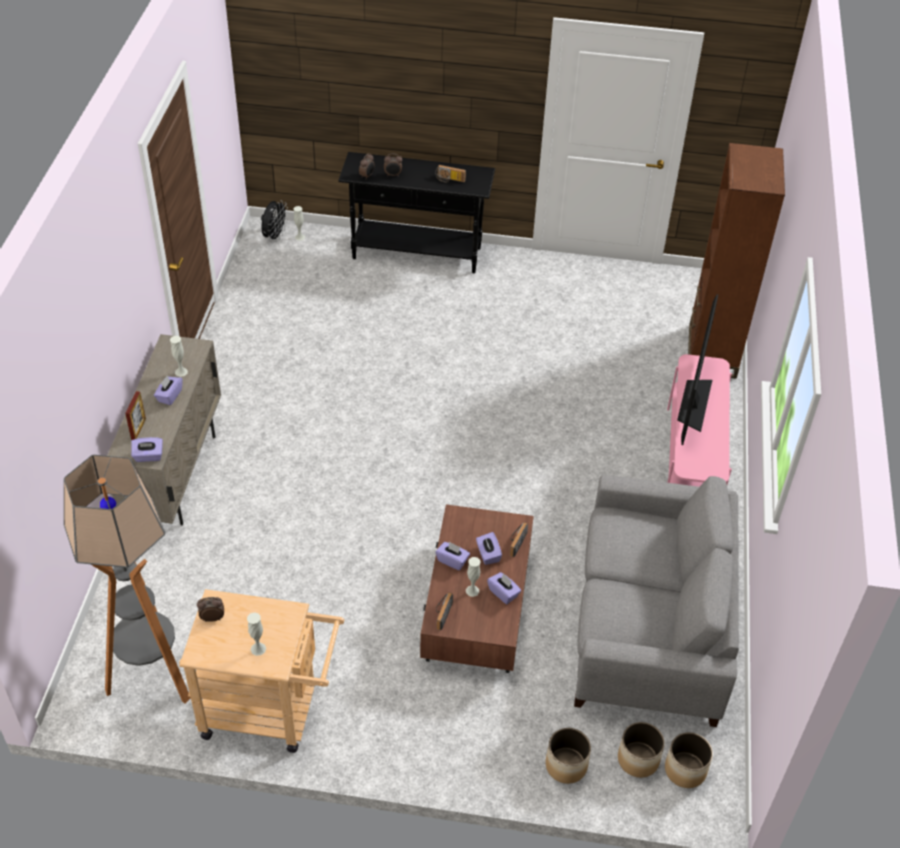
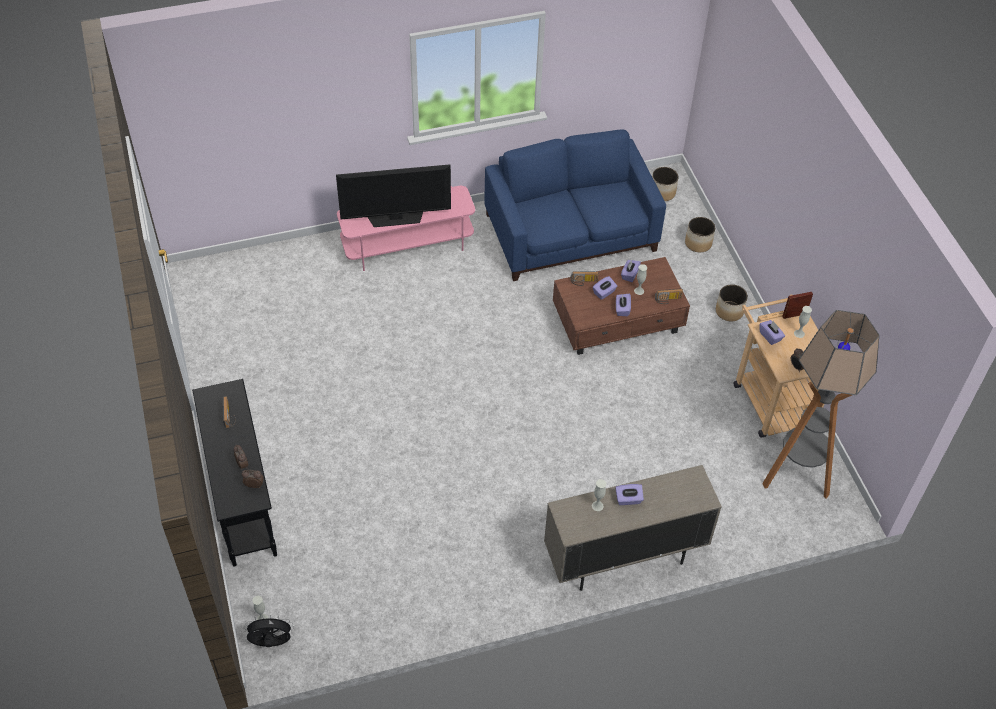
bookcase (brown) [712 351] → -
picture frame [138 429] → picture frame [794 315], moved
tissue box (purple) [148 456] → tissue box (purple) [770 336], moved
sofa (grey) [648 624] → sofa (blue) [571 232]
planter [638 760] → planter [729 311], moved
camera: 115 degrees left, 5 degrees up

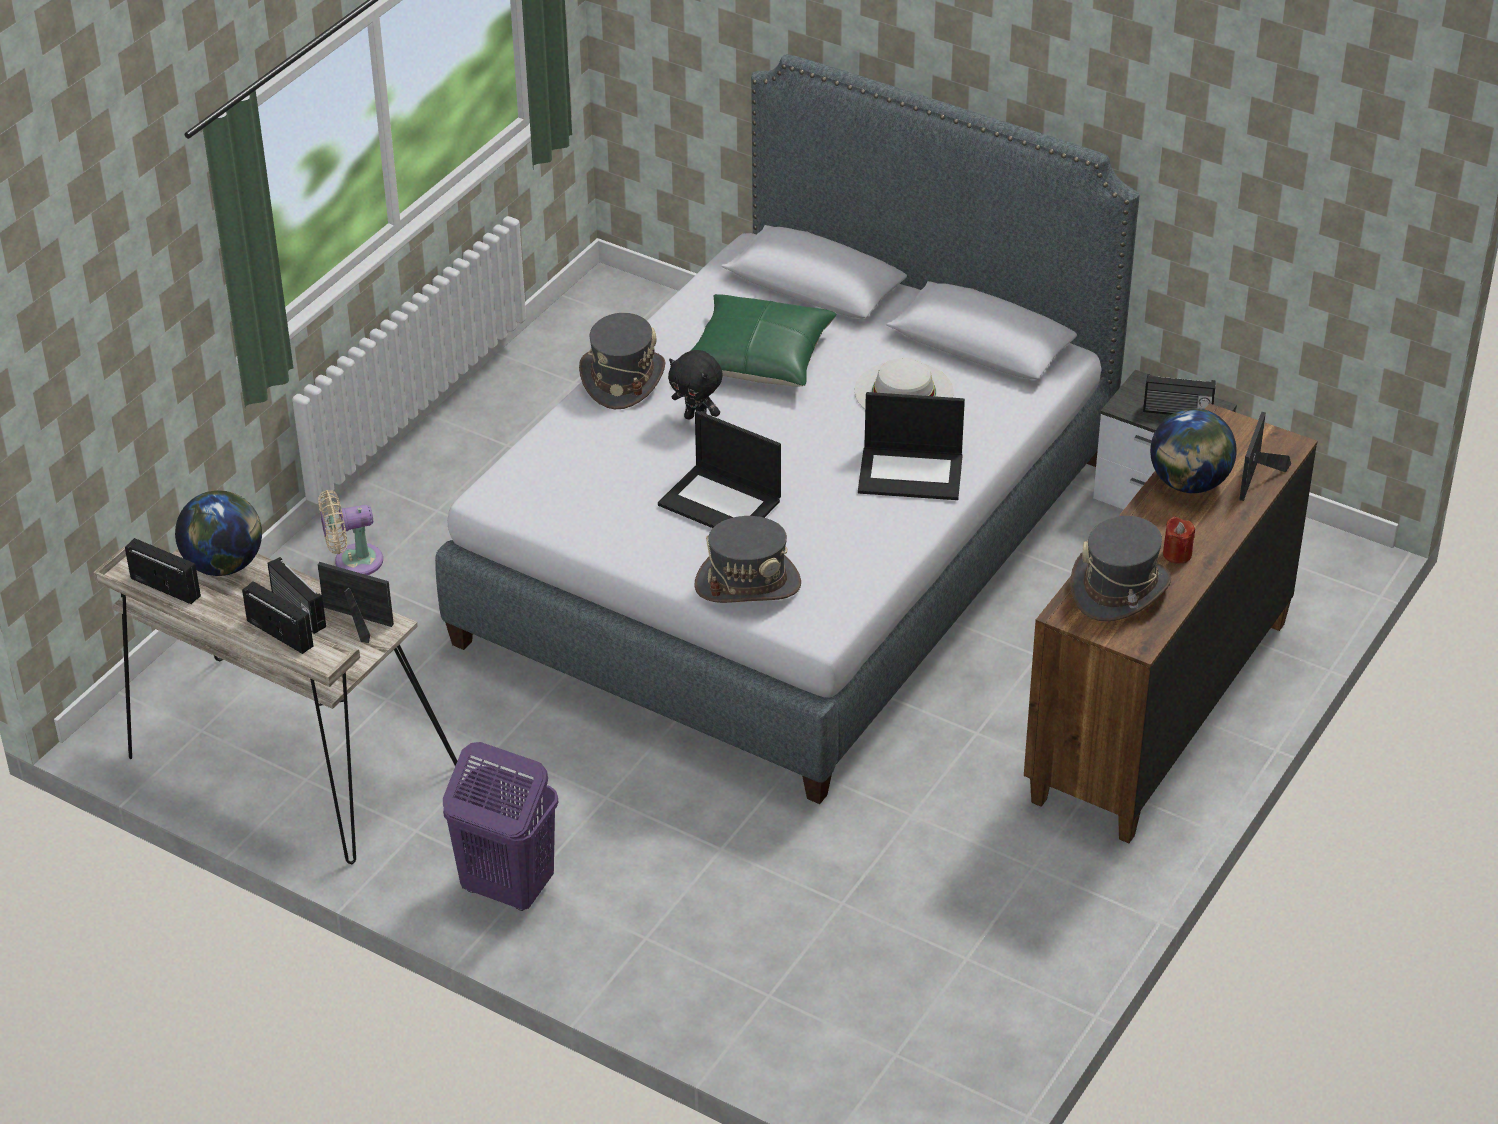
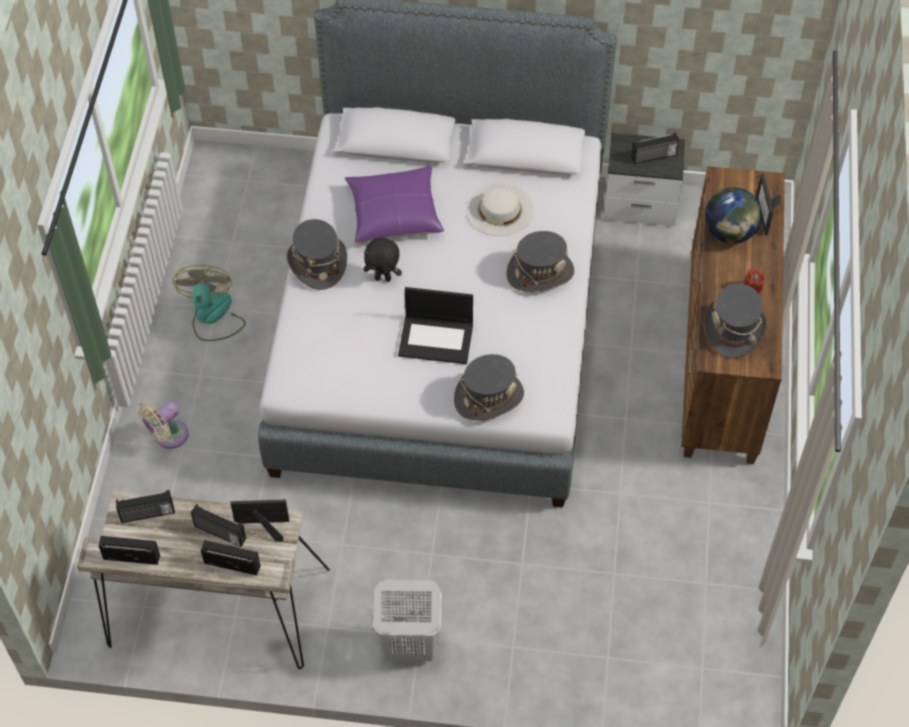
pillow (green) [759 357] → pillow (purple) [394 214]
laptop [912 473] → hat (grey) [540 272]
globe [224 565] → radio [147 514]
laundry basket (purple) [506 888] → laundry basket (white) [408 646]
- → fan [212 316]
camera: 25 degrees left, 15 degrees up

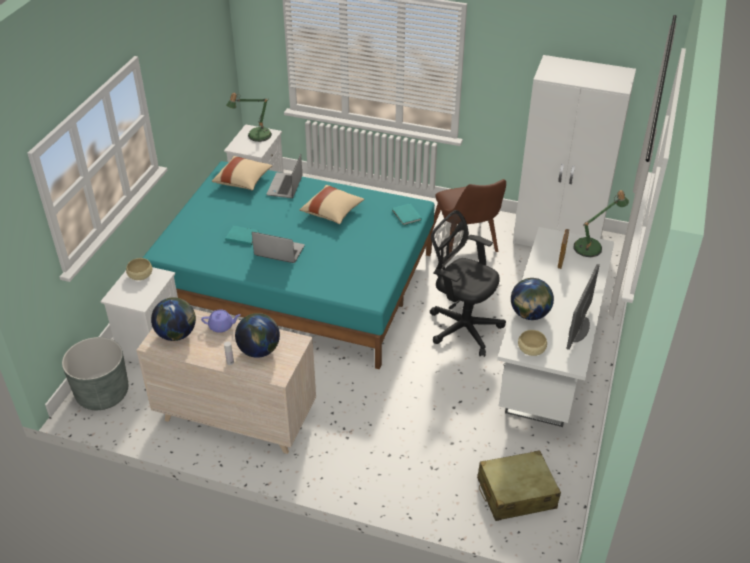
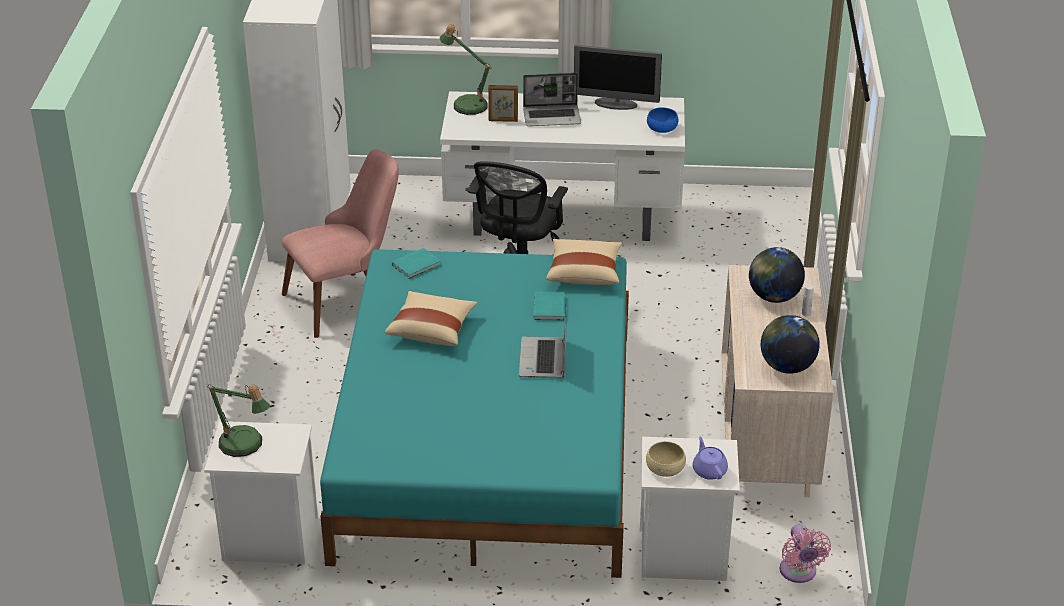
laptop [285 186] → laptop [552 116], moved
pillow (beige) [243 181] → pillow (beige) [584 273], moved
chair (brown) [467 245] → chair (pink) [347 299]
book (turquoise) [241 236] → book (turquoise) [548 308], moved
globe [529 314] → -
teapot (purple) [221 326] → teapot (purple) [709 470], moved
bowl (beige) [531 349] → bowl (blue) [662 128]
planter (grey) [102 393] → fan (pink) [799 573]
suitcase (beige) [516 493] → -
camera: 105 degrees left, 5 degrees down

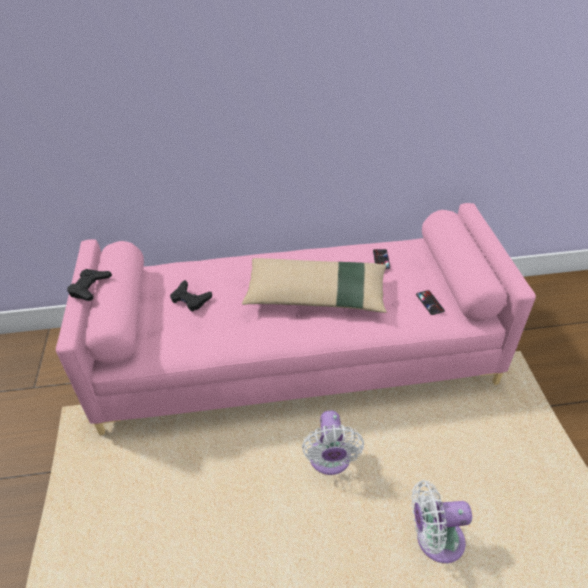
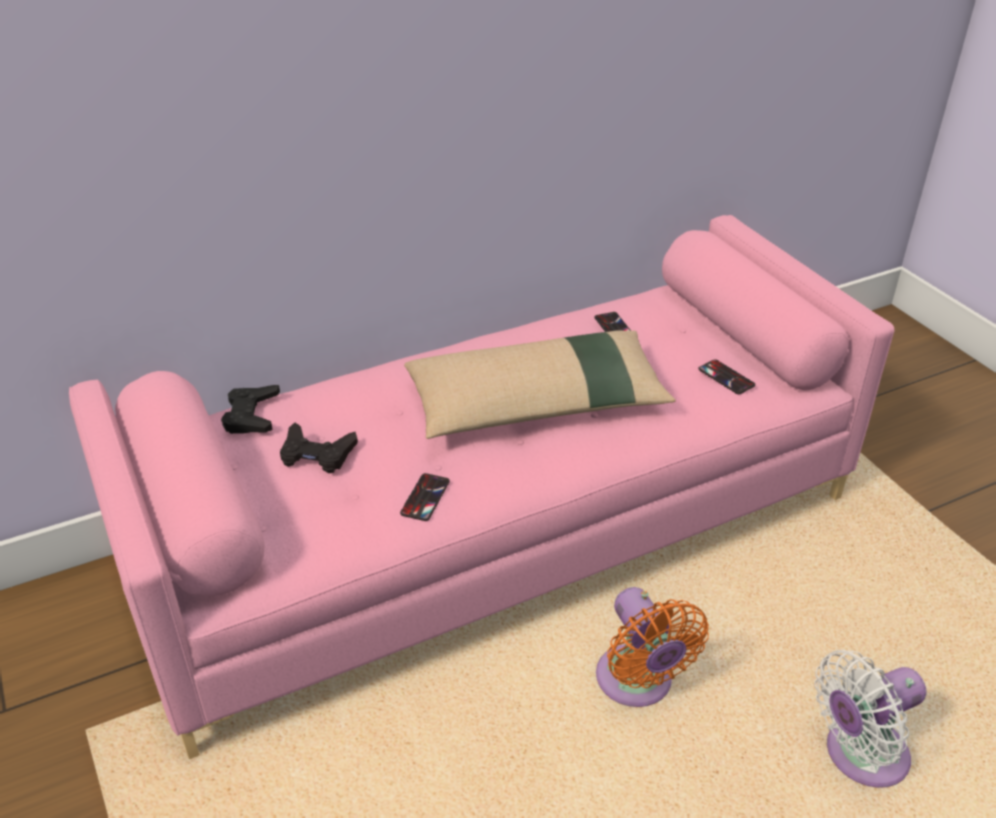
game controller (black) [89 287] → game controller (black) [251 415], moved
fan (white) [330 461] → fan (orange) [637 684]
- → phone [425 497]
camera: 20 degrees left, 5 degrees down

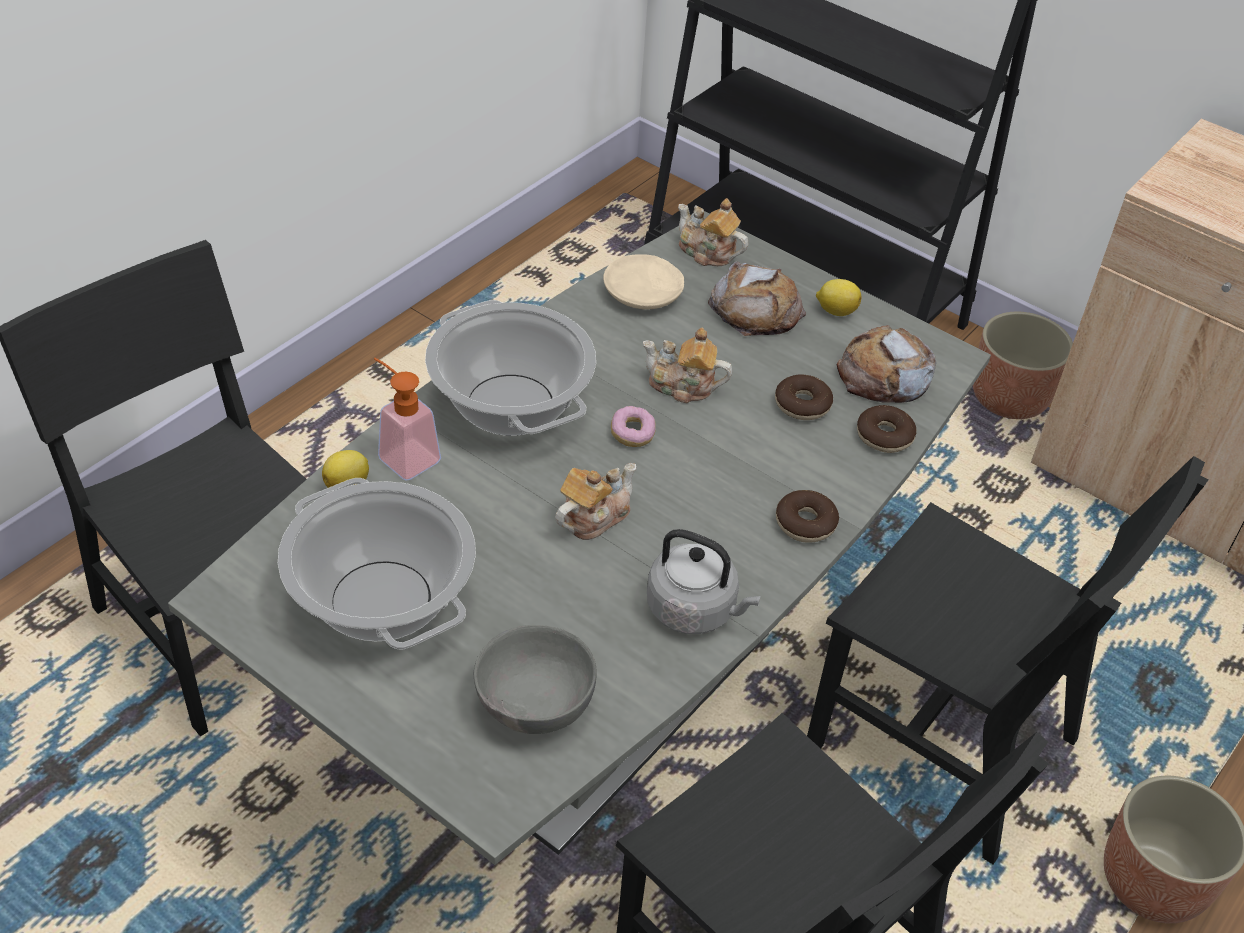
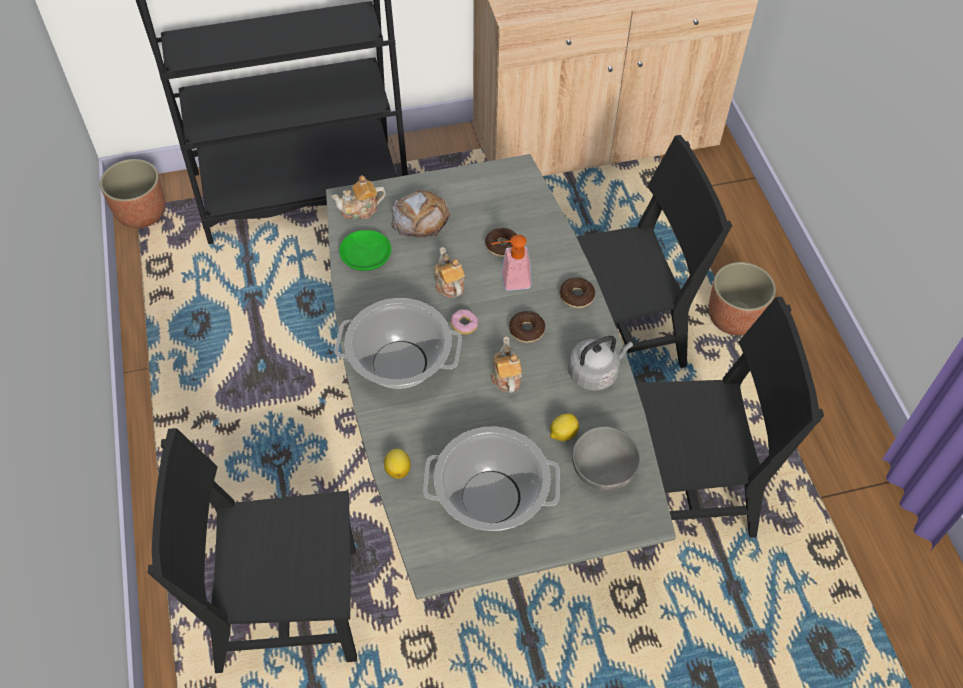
plate (beige) [643 293] → plate (green) [366 256]
lemon [835 311] → lemon [562 434], moved
planter [1009 398] → planter [141 213], moved
bread [884 375] → -
teapot [682 386] → teapot [449 284], 105 degrees clockwise
soap dispenser [403 455] → soap dispenser [510 281], moved
donut [884 436] → donut [526 330], moved
camera: 50 degrees left, 10 degrees up

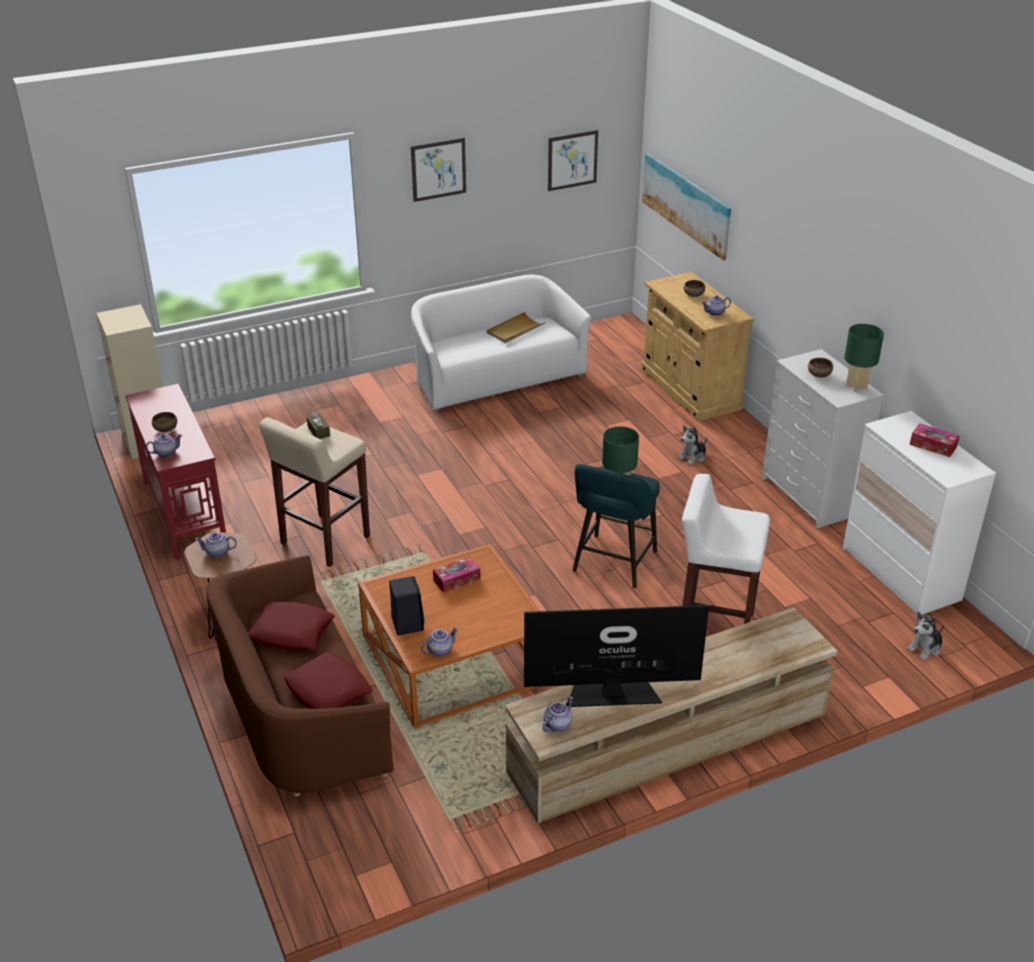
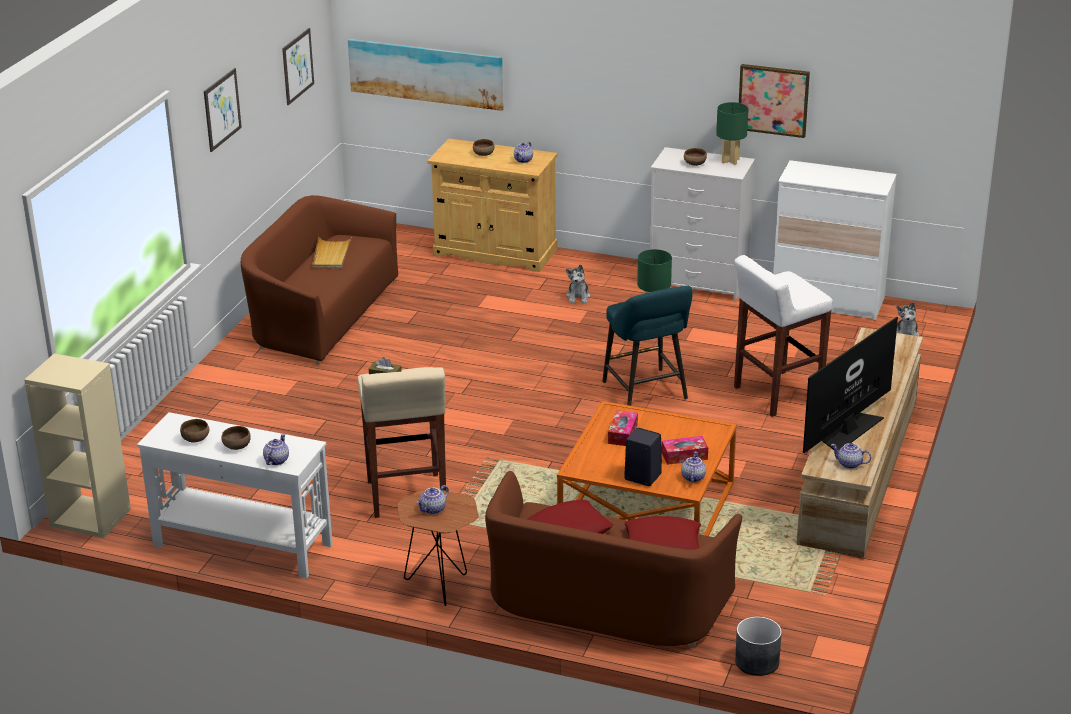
sofa (white) [495 377] → sofa (brown) [321 315]
console table (red) [185 511] → console table (white) [242 544]
tissue box [933 446] → tissue box [684 456], moved
teapot [557 724] → teapot [849 464], 60 degrees counterclockwise
- → picture [773 100]
- → bowl (brown) [196 439]
- → planter (grey) [756 662]
camera: 45 degrees left, 5 degrees down

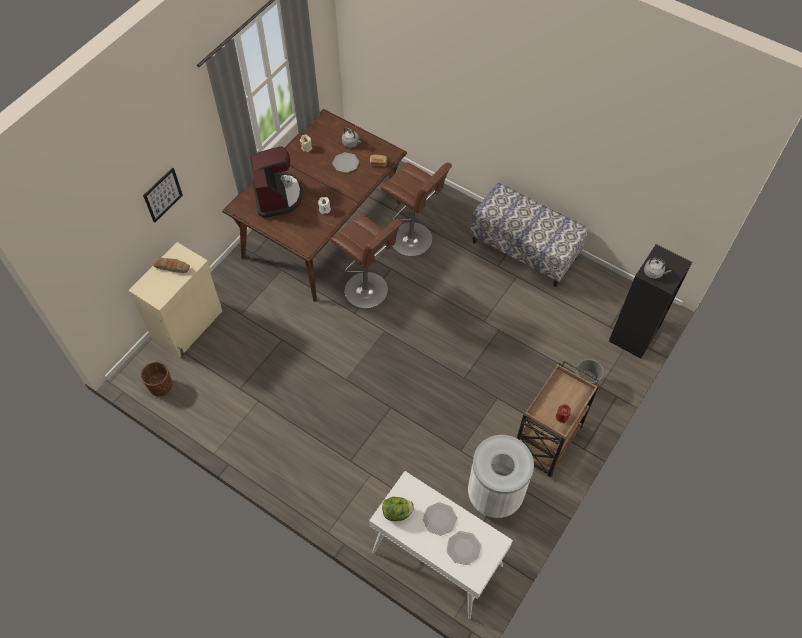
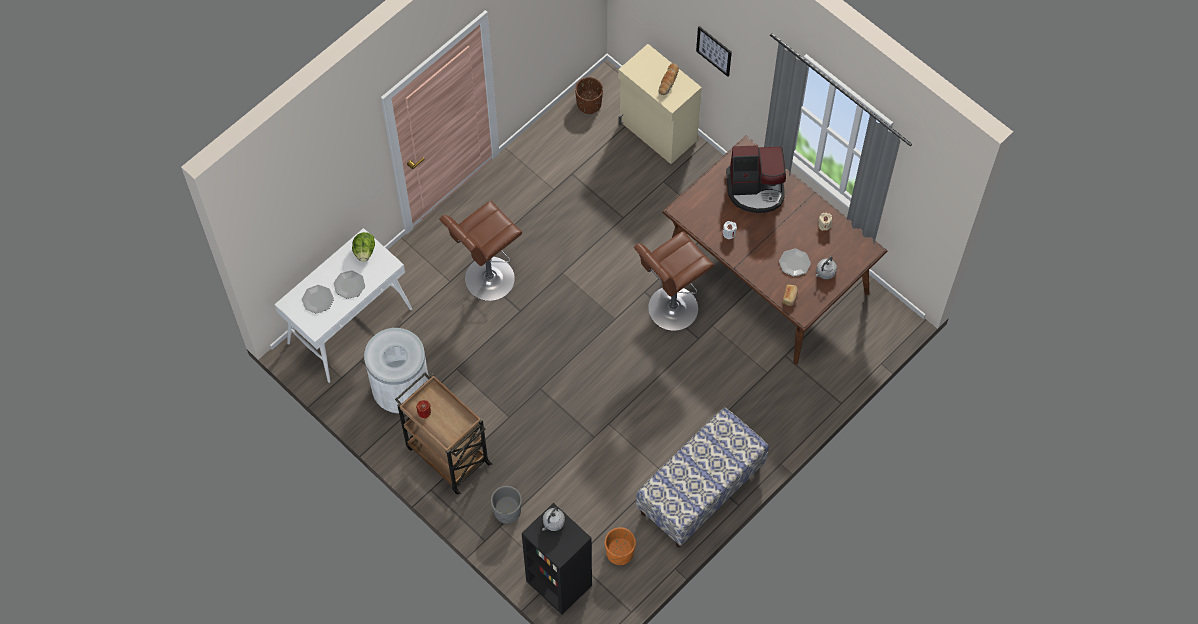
stool (brown) [414 240] → stool (brown) [486 281], moved
- → planter (orange) [620 553]
camera: 100 degrees right, 5 degrees up

